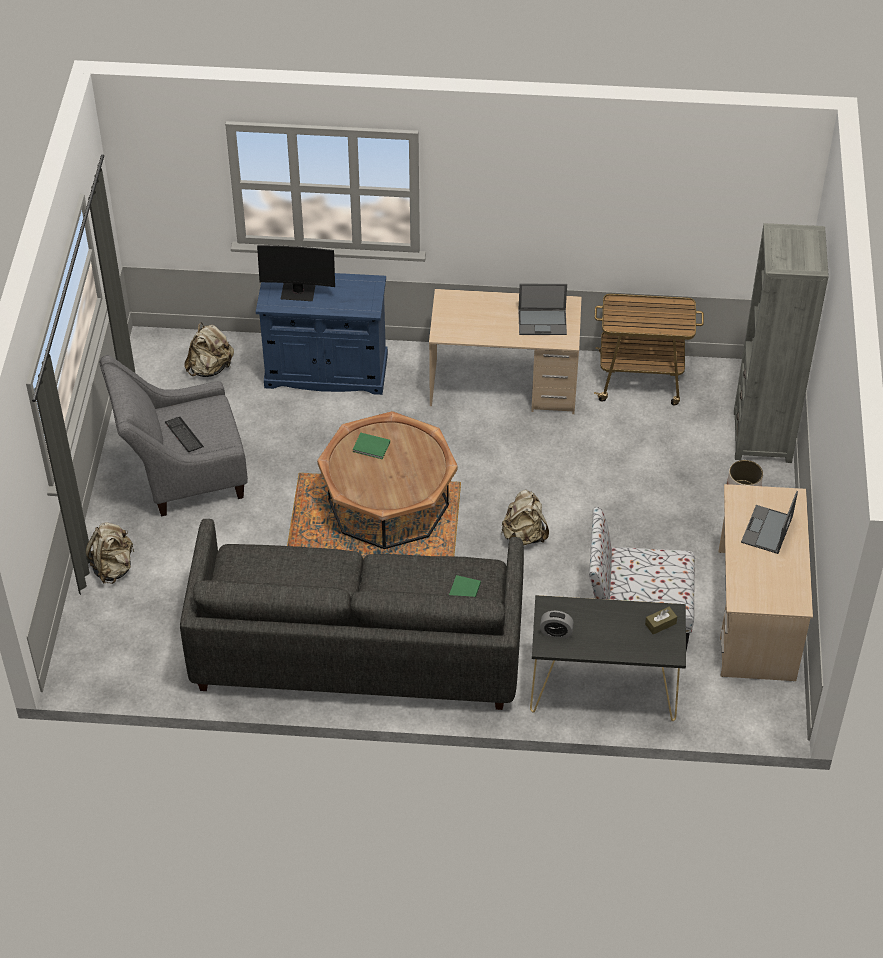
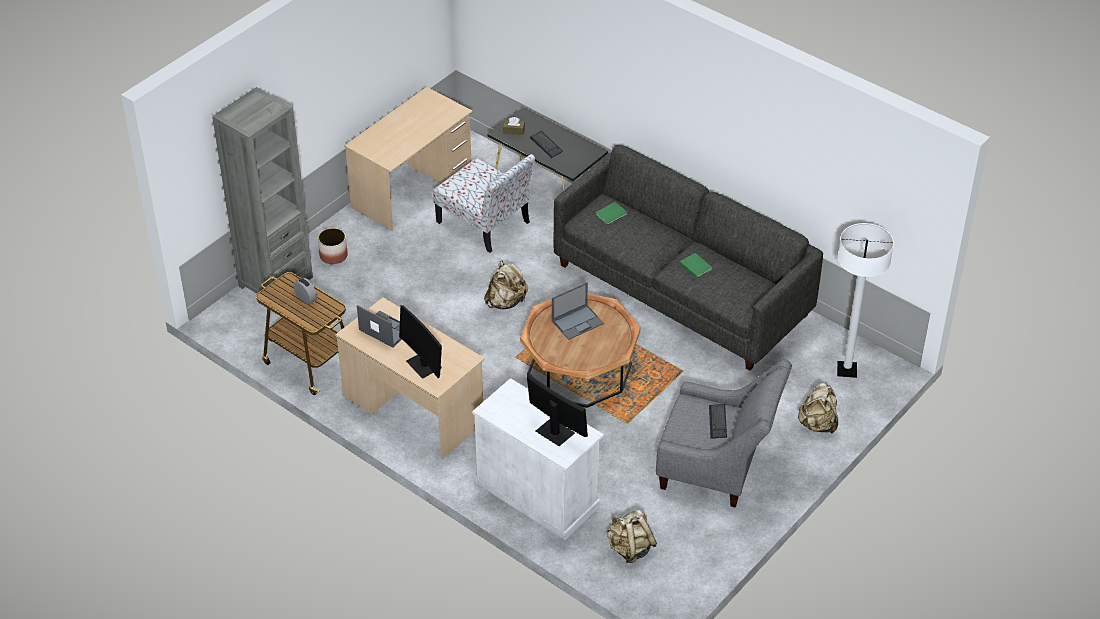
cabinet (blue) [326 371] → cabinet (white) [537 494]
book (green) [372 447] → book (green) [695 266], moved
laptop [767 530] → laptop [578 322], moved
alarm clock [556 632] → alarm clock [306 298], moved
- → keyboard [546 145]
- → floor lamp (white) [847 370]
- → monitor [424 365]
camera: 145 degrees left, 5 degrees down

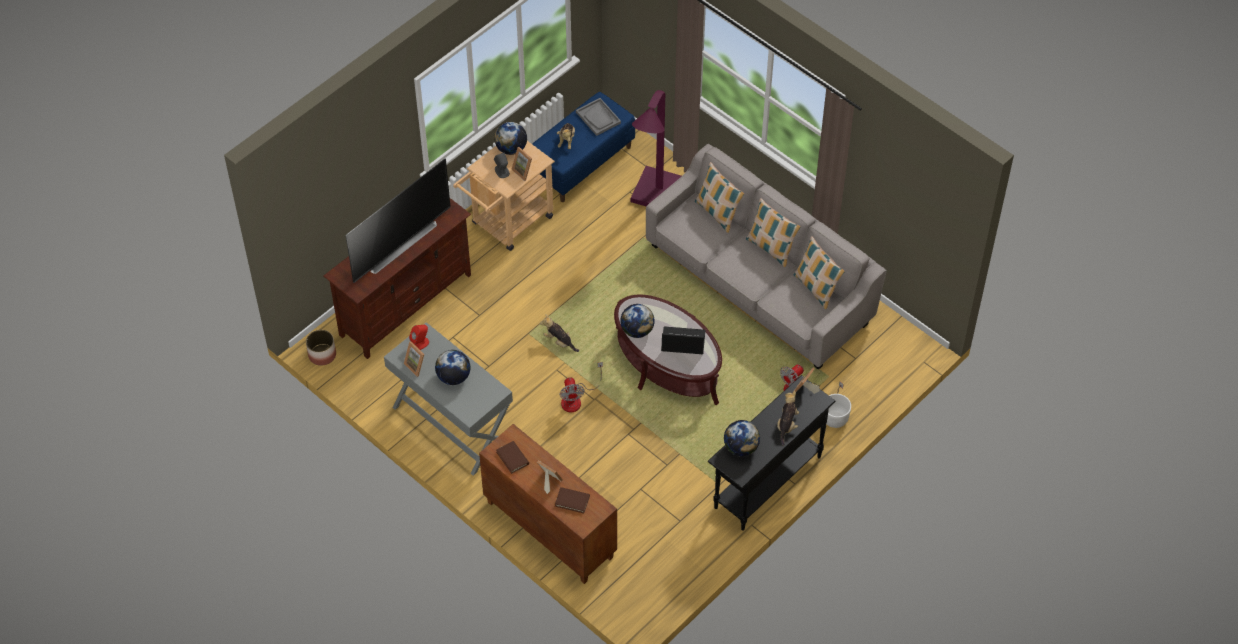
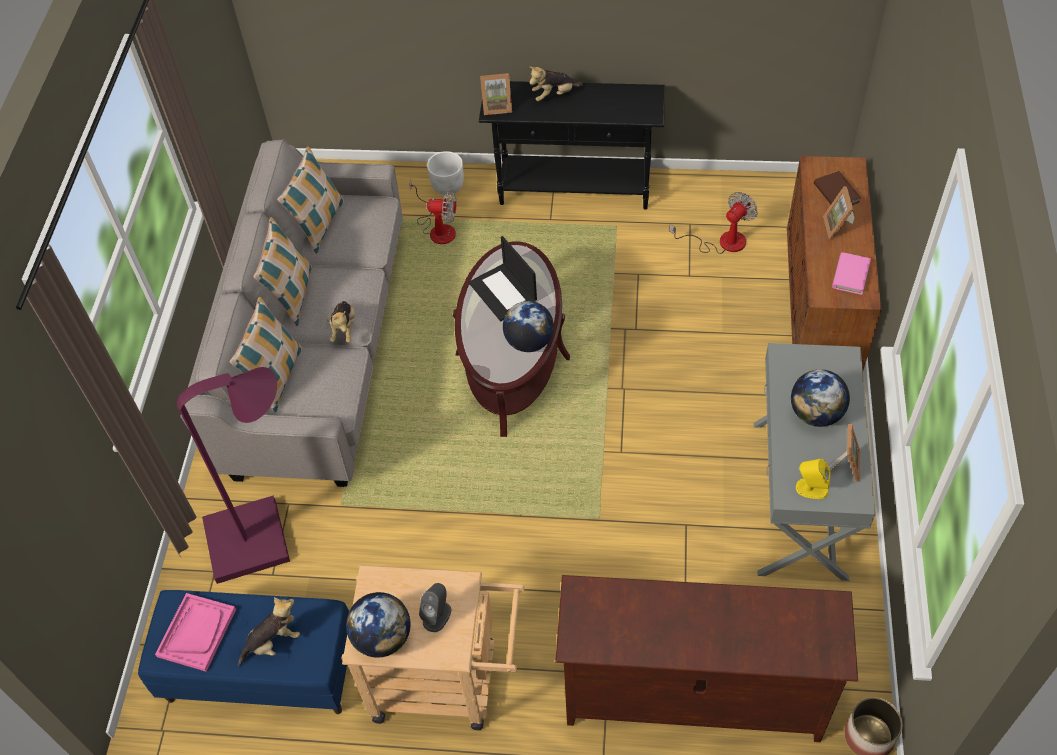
tray (grey) [598 118] → tray (pink) [197 632]
picture frame [524 171] → -
television [399 243] → -
plush toy [559 342] → plush toy [344 328], moved
speaker (red) [420 343] → speaker (yellow) [811 488]
fan [576 399] → fan [722 242], moved
globe [741 447] → -
book (brown) [512 458] → book (pink) [850 275]
camera: 125 degrees left, 0 degrees up

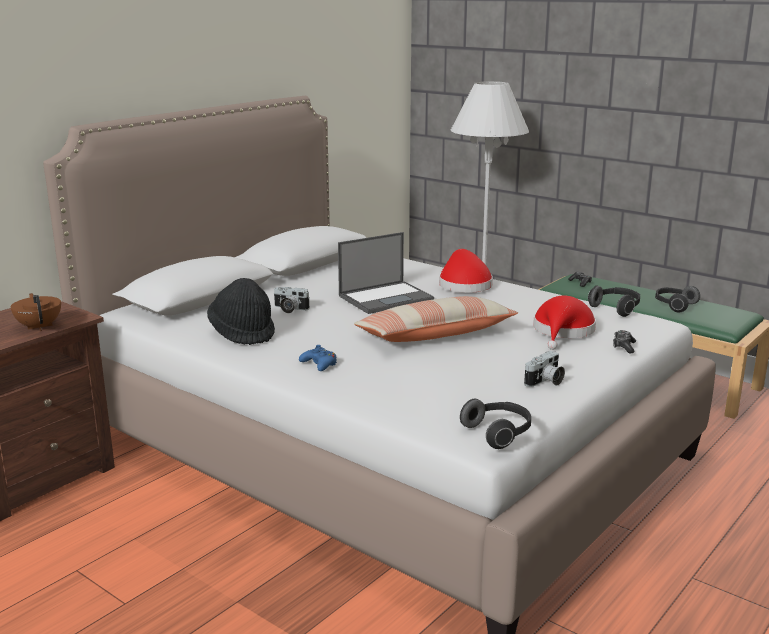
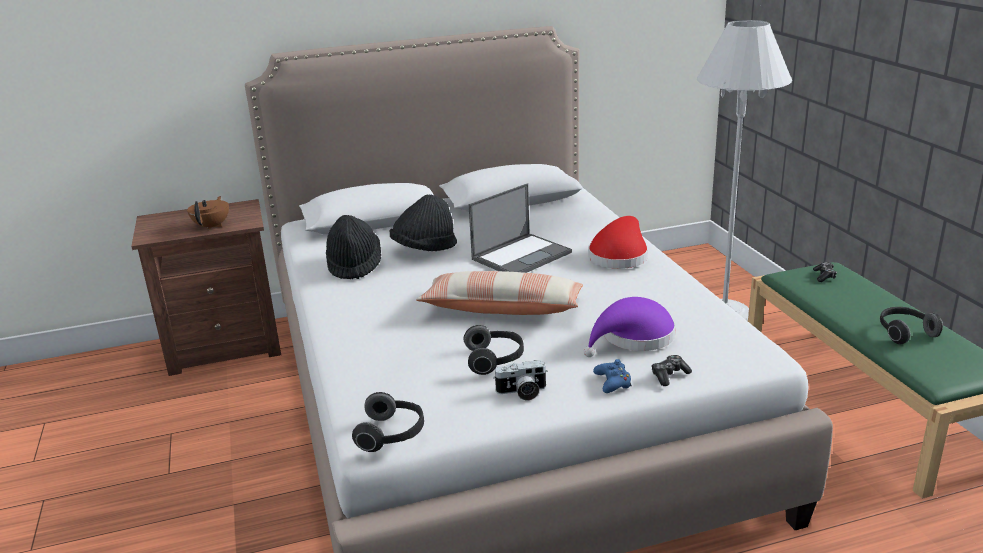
laptop [386 298] → laptop [522 255], 45 degrees counterclockwise
headphones [616 308] → headphones [495 360], moved
photo camera [289 309] → hat (black) [424 249]
hat (red) [563 331] → hat (purple) [633 338]
game controller (blue) [319 364] → game controller (blue) [613 382], moved
camera: 35 degrees right, 5 degrees up

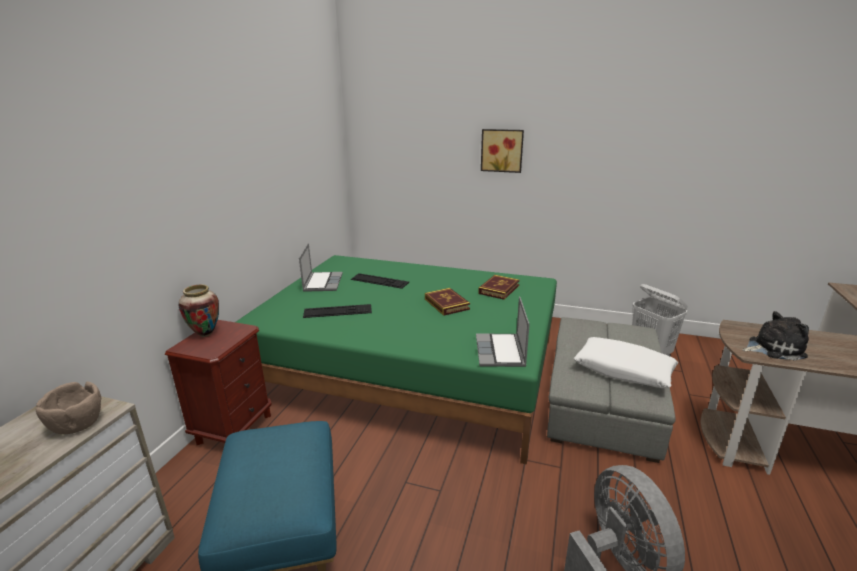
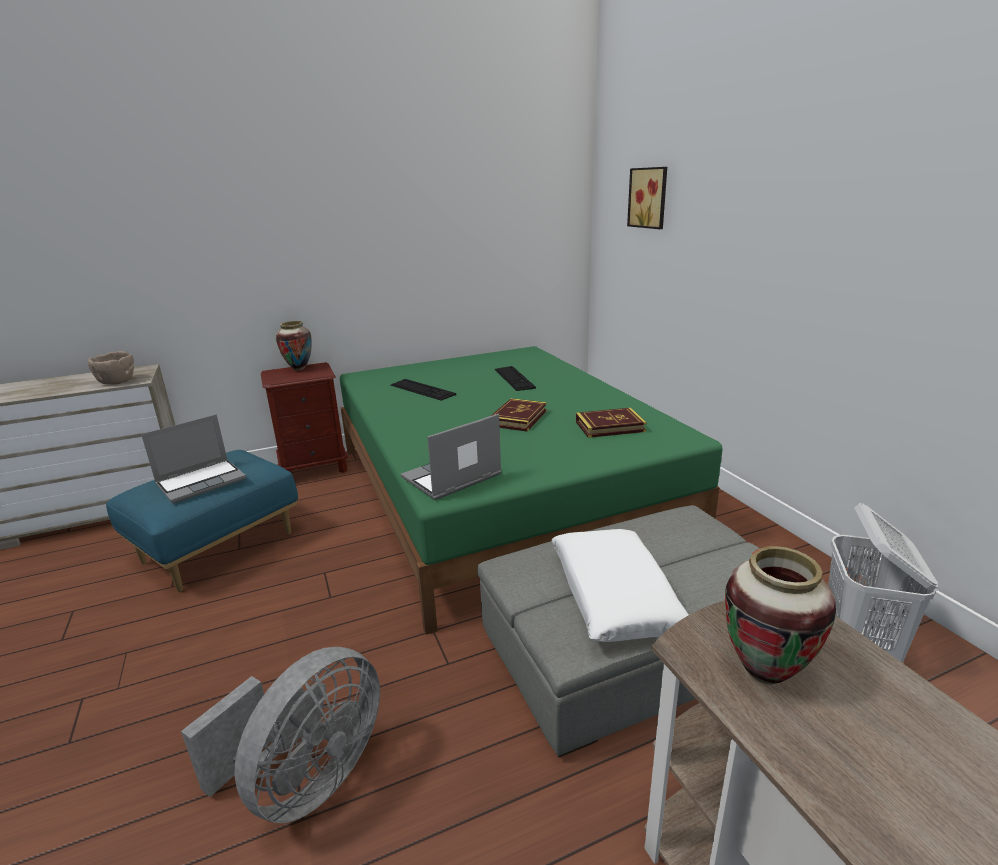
picture [502 150] → picture [649 198], moved
laptop [322 282] → laptop [202 481], moved
plush toy [773 348] → vase [765 673]
camera: 50 degrees right, 0 degrees up

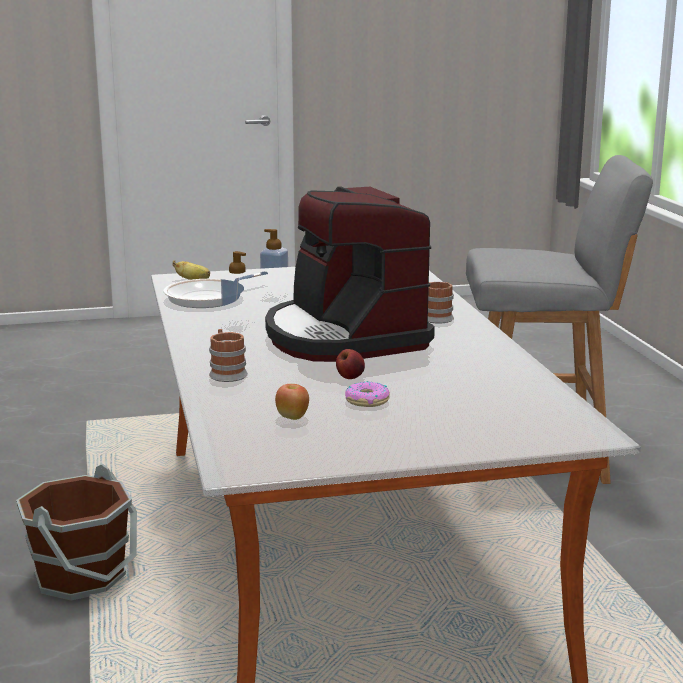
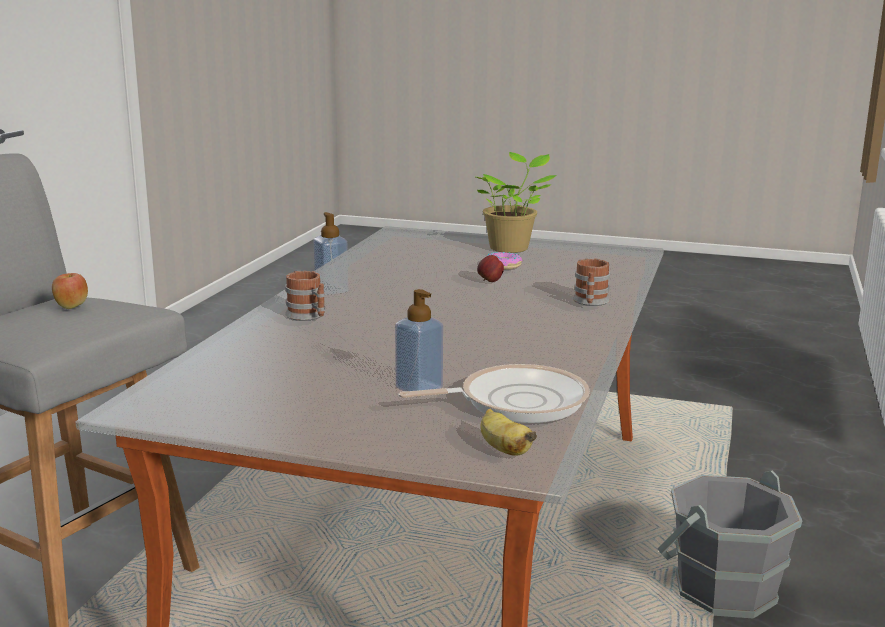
coffee machine [344 337] → -
soap dispenser [238 322] → soap dispenser [331 290], moved
apple [292 417] → apple [71 306], moved
bucket (brown) [82 576] → bucket (grey) [723 588]
- → potted plant [511 248]
camera: 150 degrees left, 0 degrees up

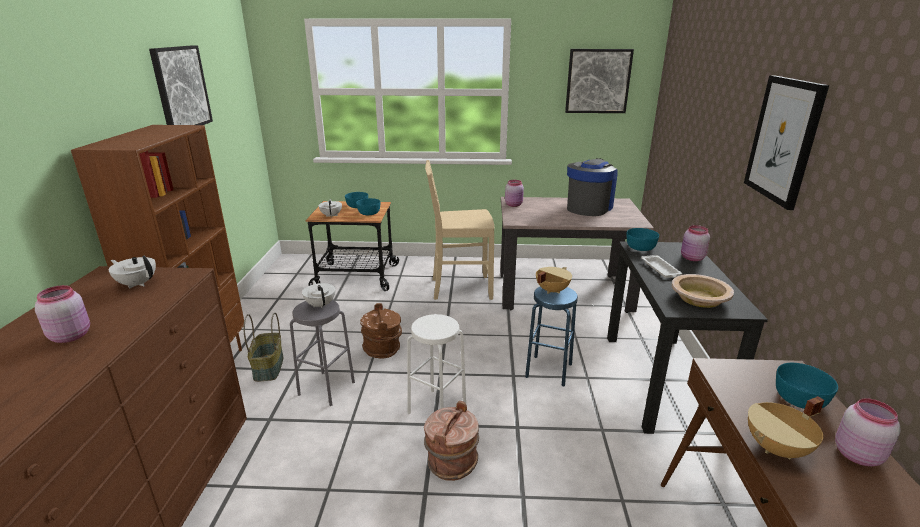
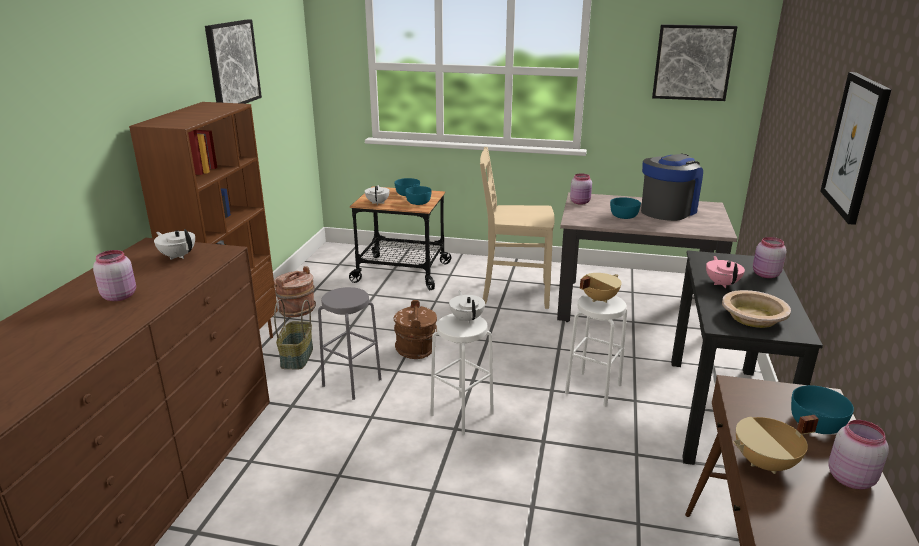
bowl (turquoise) [640 247] → bowl (turquoise) [624 215], moved
tray (white) [661 269] → teapot (pink) [722 284]
teapot (white) [320 305] → teapot (white) [467 319], moved
stool (blue) [548 370] → stool (white) [593 389]
bucket (brown) [451 462] → bucket (brown) [297 310], moved
camera: 10 degrees right, 0 degrees up

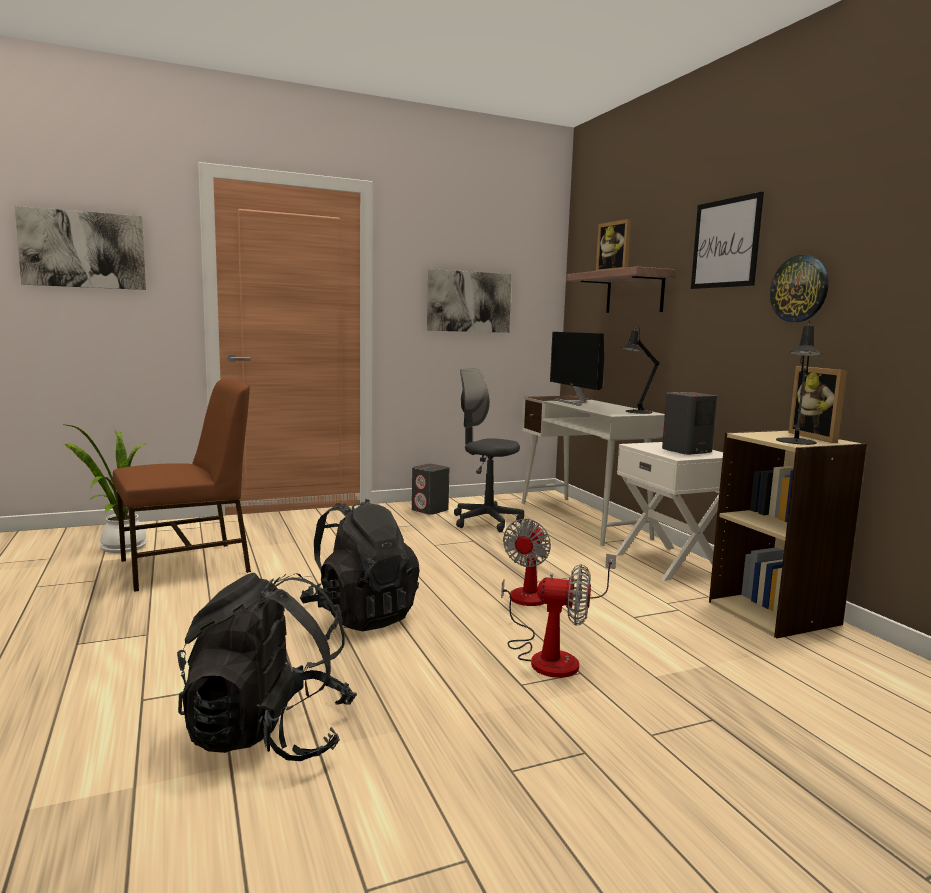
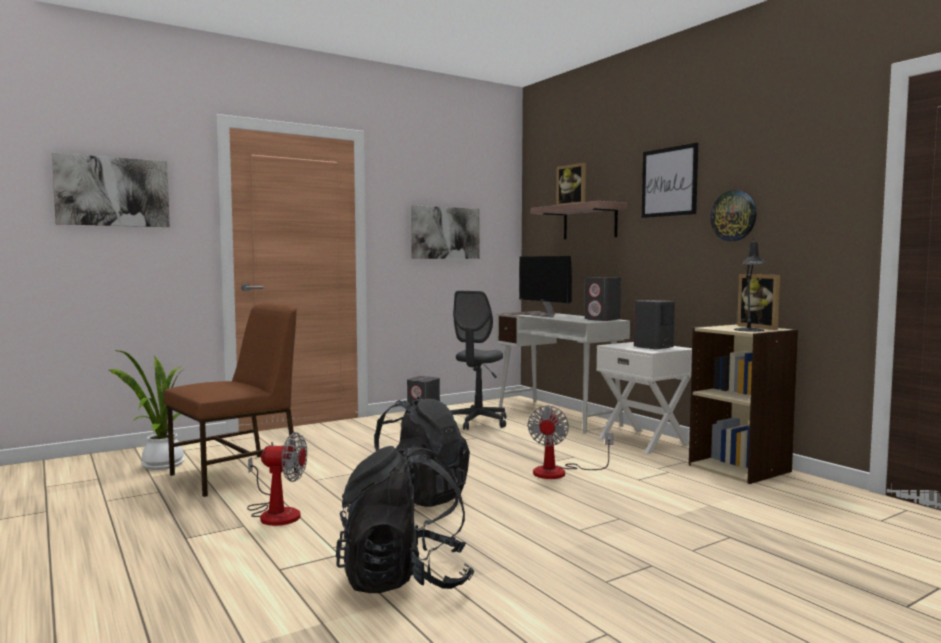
table lamp (black) [636 412] → speaker (grey) [602 319]
office chair (grey) [486 521] → office chair (grey) [478 422], 90 degrees counterclockwise
fan [545 657] → fan [275 513], moved
camera: 10 degrees left, 5 degrees down

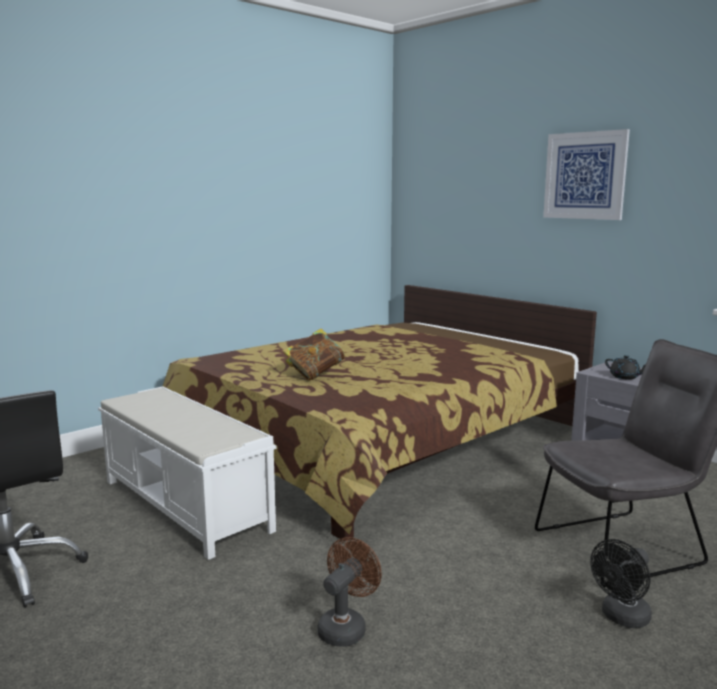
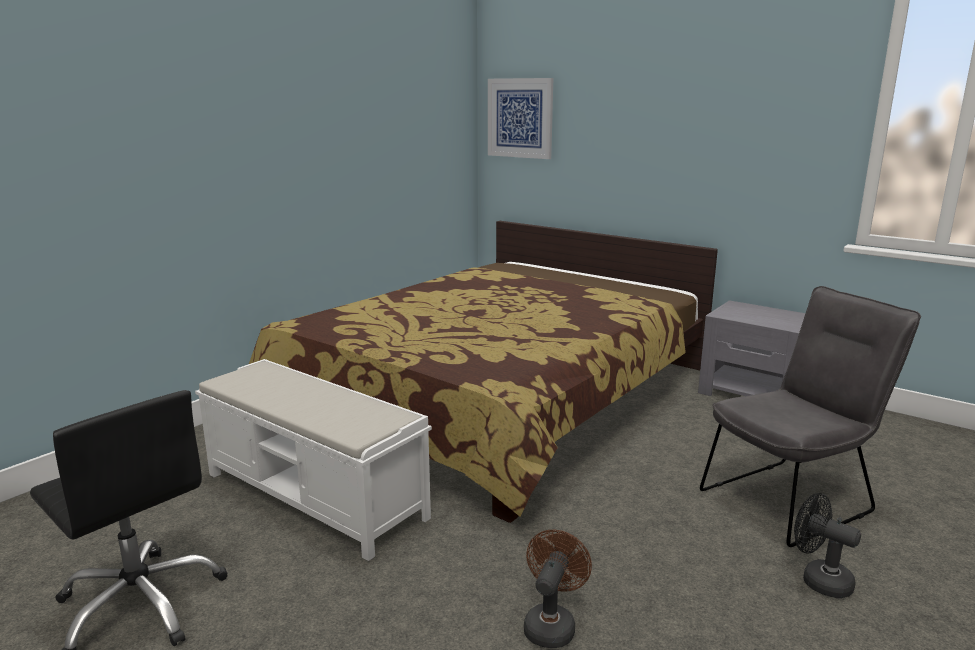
picture [585 175] → picture [520 118], moved
book [315 375] → -
teapot (black) [625 377] → -
fan (black) [621 618] → fan (black) [819 580], 90 degrees clockwise
camera: 10 degrees left, 5 degrees up

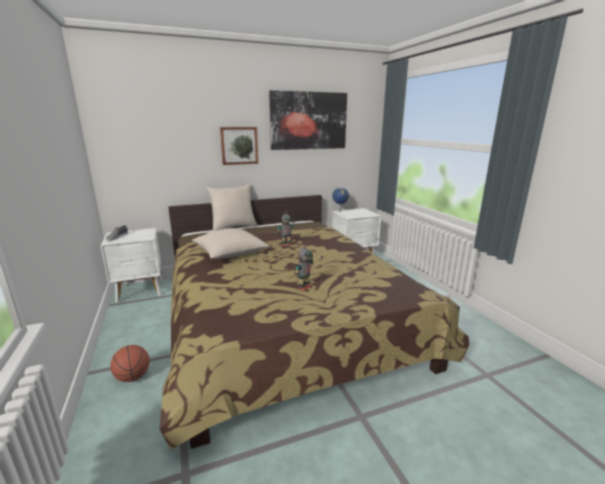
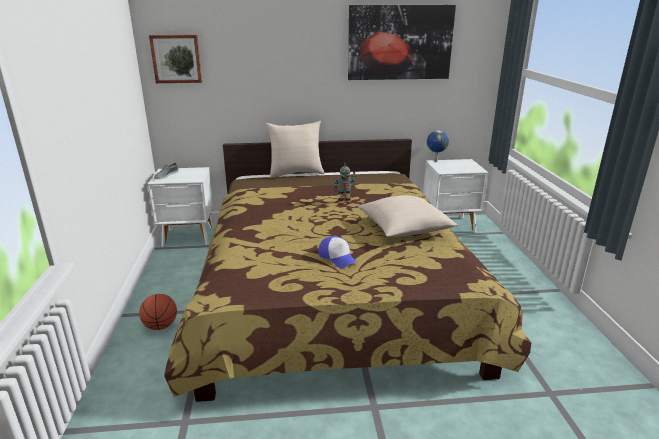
picture [239 145] → picture [176 59], moved
pillow (beige) [230 253] → pillow (beige) [404 228], moved
toy robot [304 287] → cap [337 257]
camera: 15 degrees right, 5 degrees up

